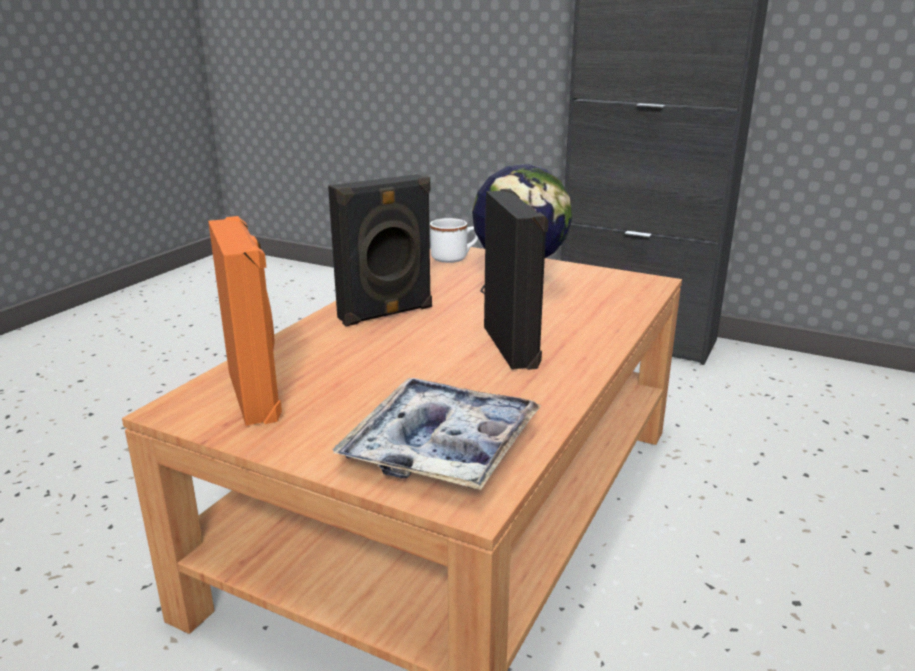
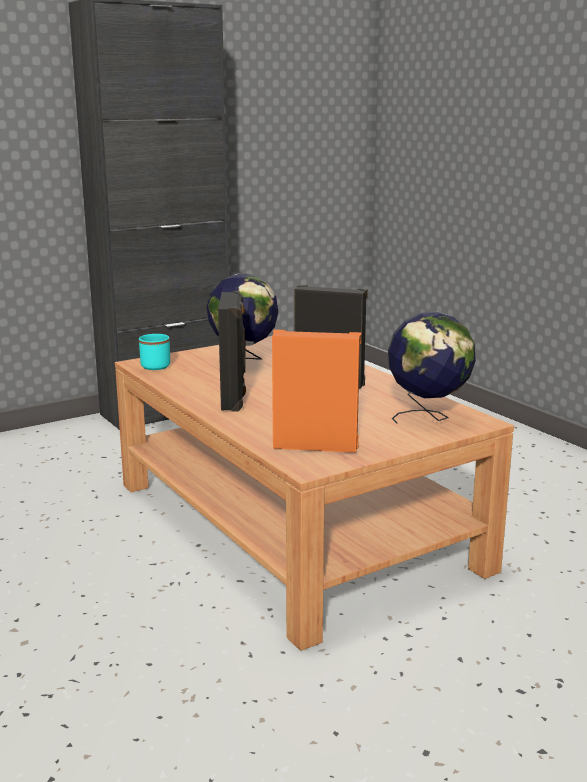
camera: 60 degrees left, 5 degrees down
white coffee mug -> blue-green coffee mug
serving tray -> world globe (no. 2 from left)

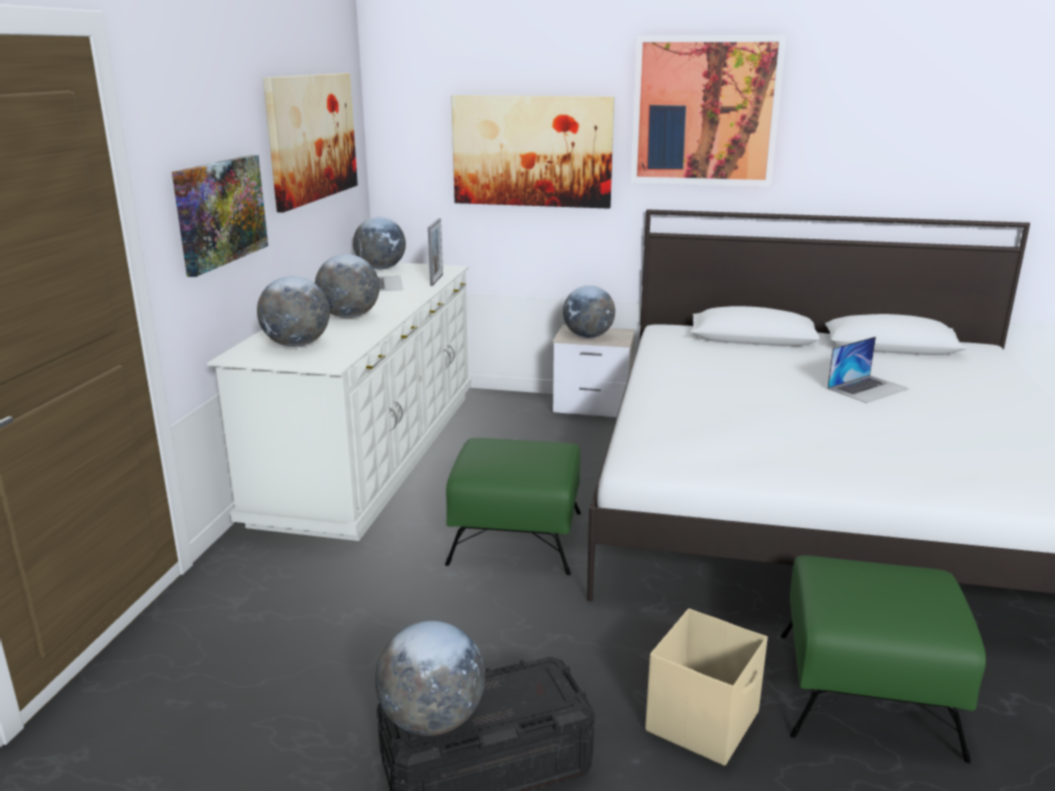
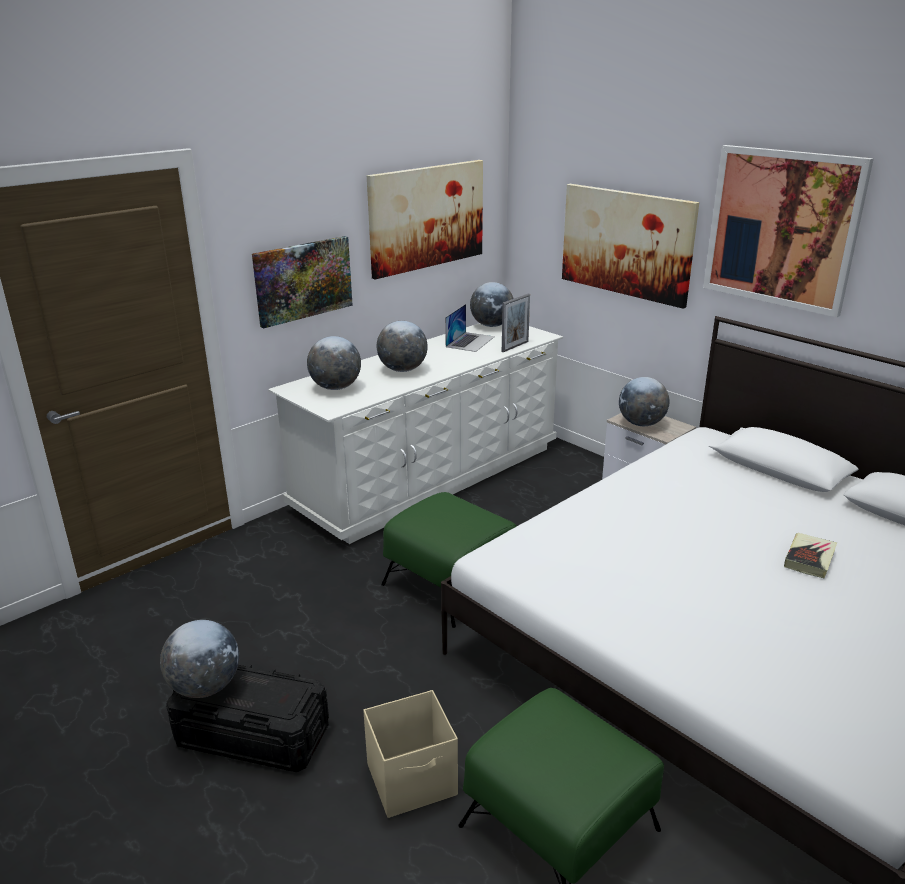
camera: 35 degrees right, 5 degrees up
notebook computer (no. 2 from left) -> book

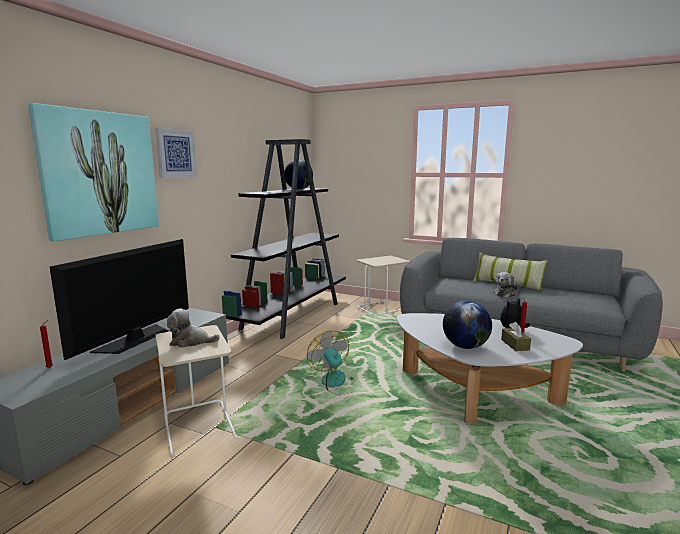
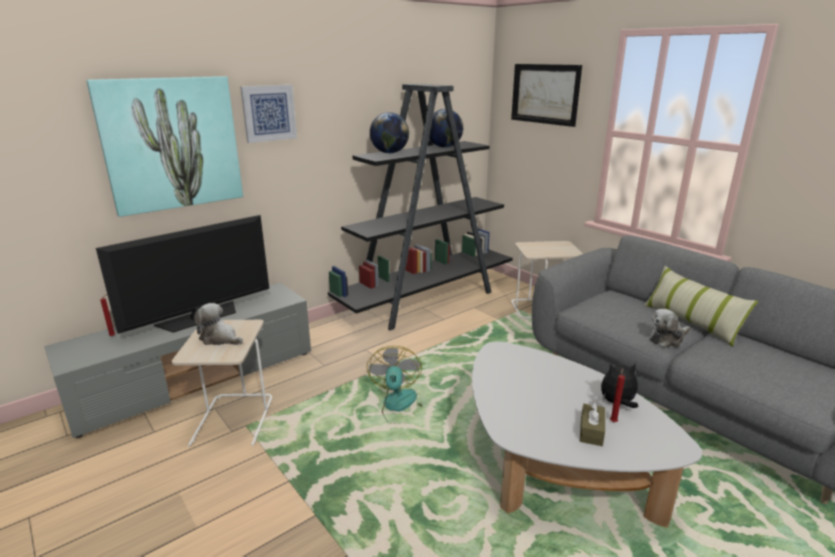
camera: 25 degrees right, 10 degrees up
world globe (no. 2 from left in the first image) -> world globe (no. 1 from left), relocated
none -> picture (no. 3 from left)

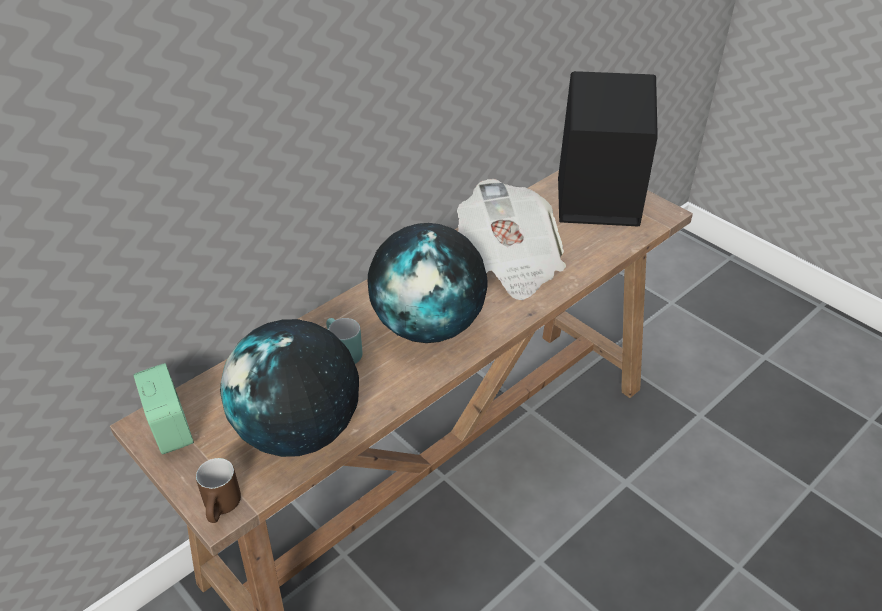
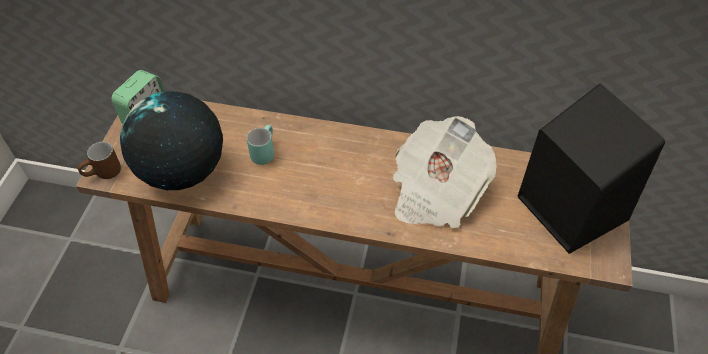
camera: 55 degrees right, 10 degrees up
world globe (no. 2 from left) -> none

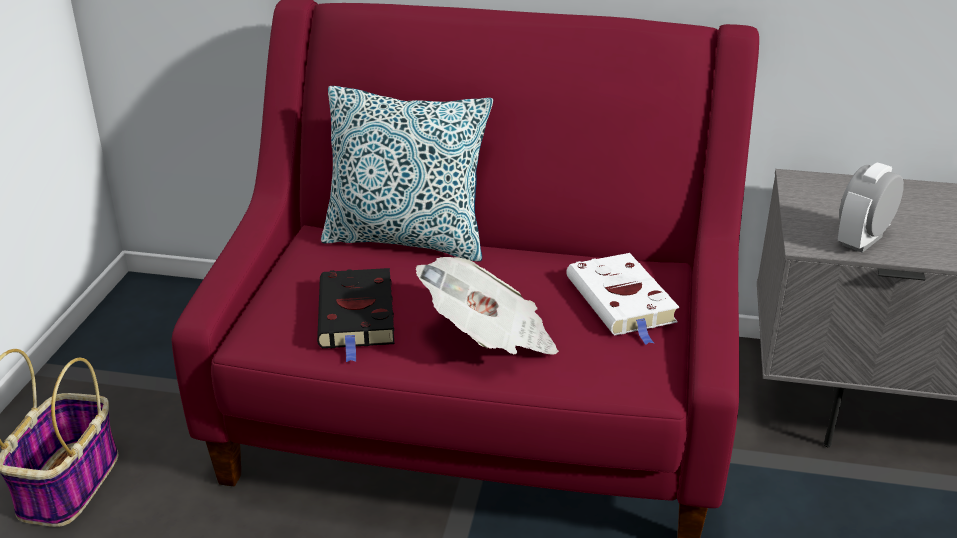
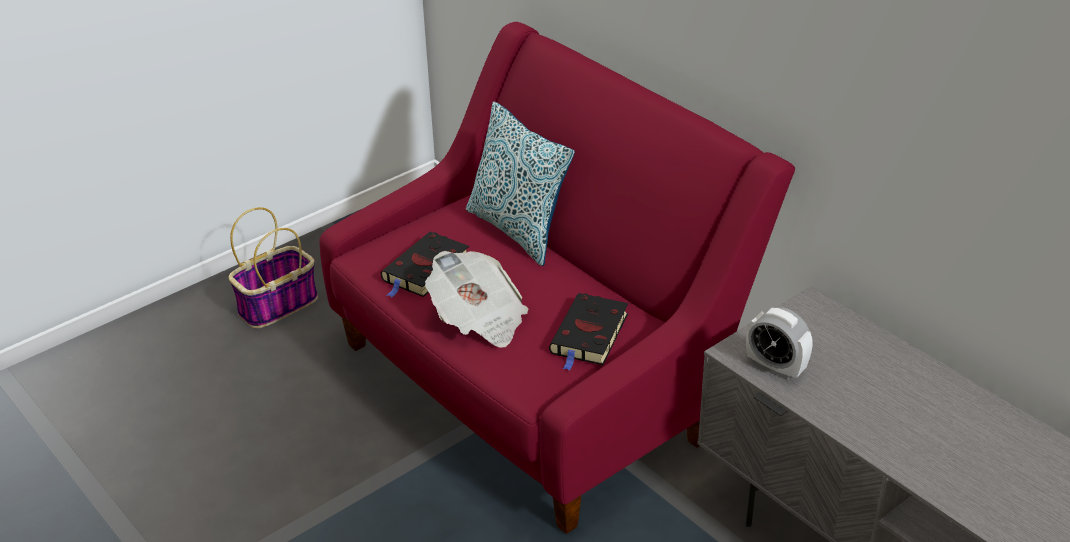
camera: 40 degrees right, 5 degrees up
table clock, 135 degrees counterclockwise
white book -> blackish book (no. 2 from left)

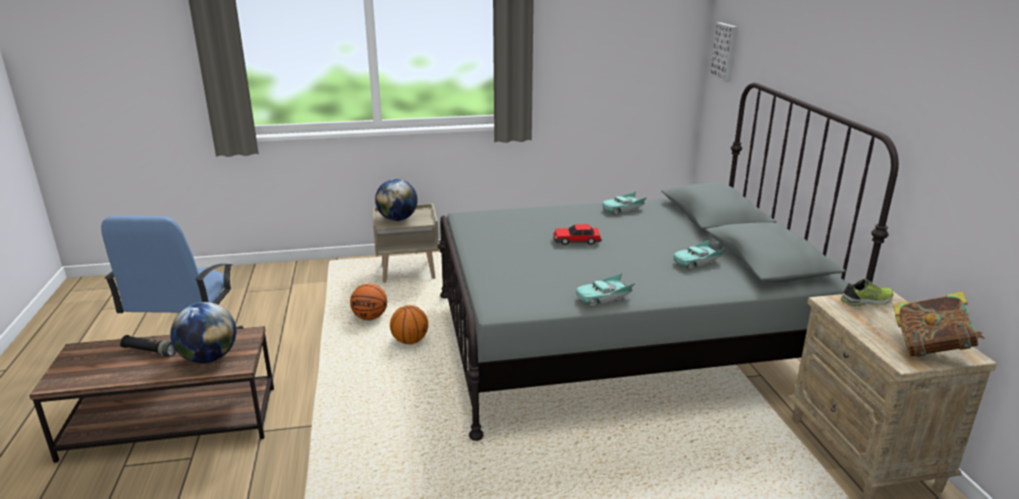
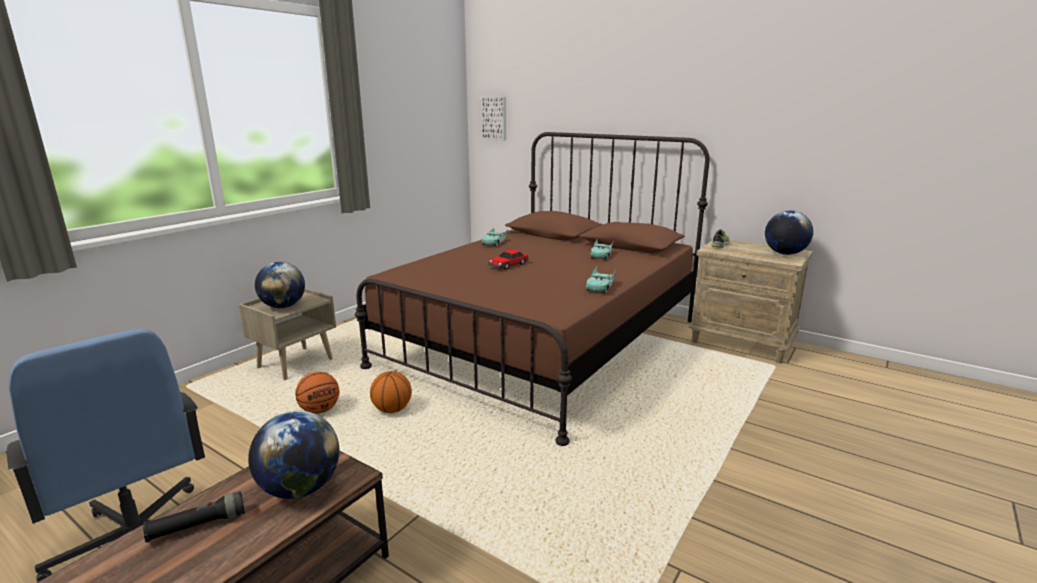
camera: 45 degrees left, 5 degrees down
gray bed -> brownish bed
book -> world globe (no. 3 from left)

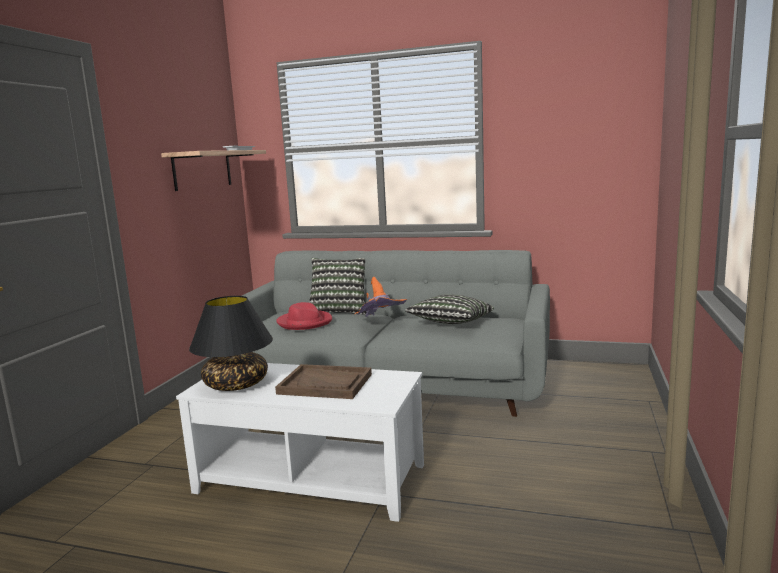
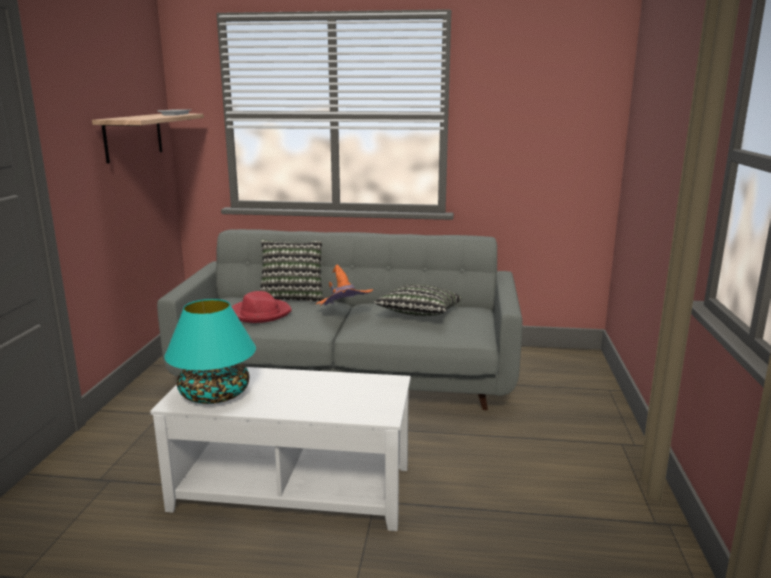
camera: 10 degrees left, 5 degrees up
blackish lamp for a table -> blue-green lamp for a table
brownish serving tray -> none

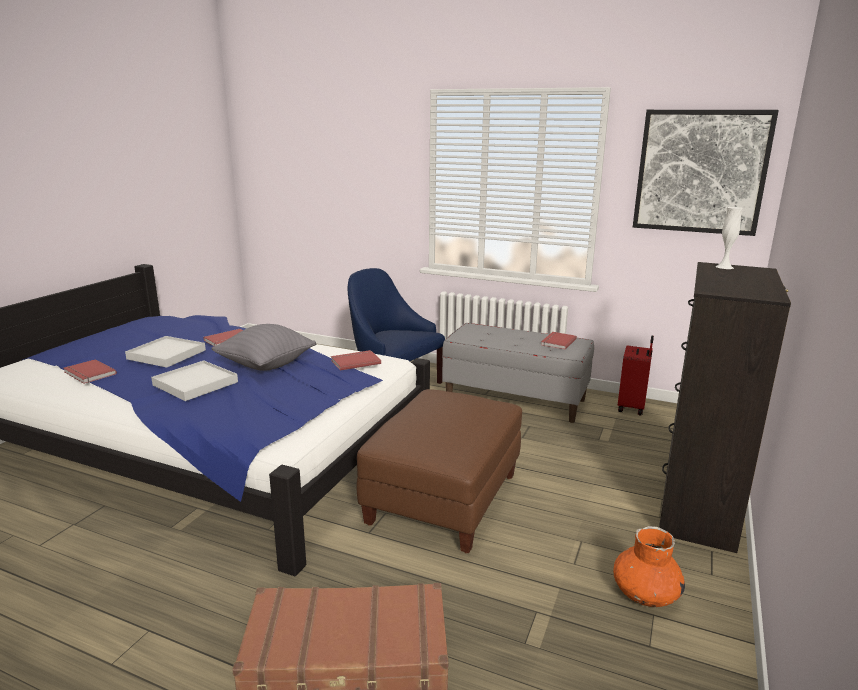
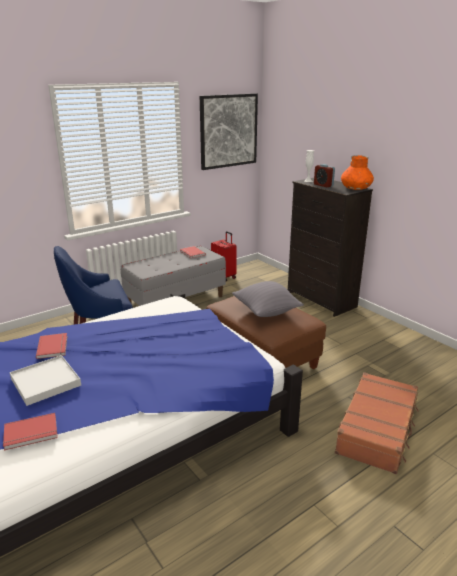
camera: 60 degrees left, 5 degrees up
gray throw pillow, relocated
reddish book (no. 3 from left) -> none
white serving tray (no. 2 from left) -> none
orange decorative vase, relocated
none -> table clock

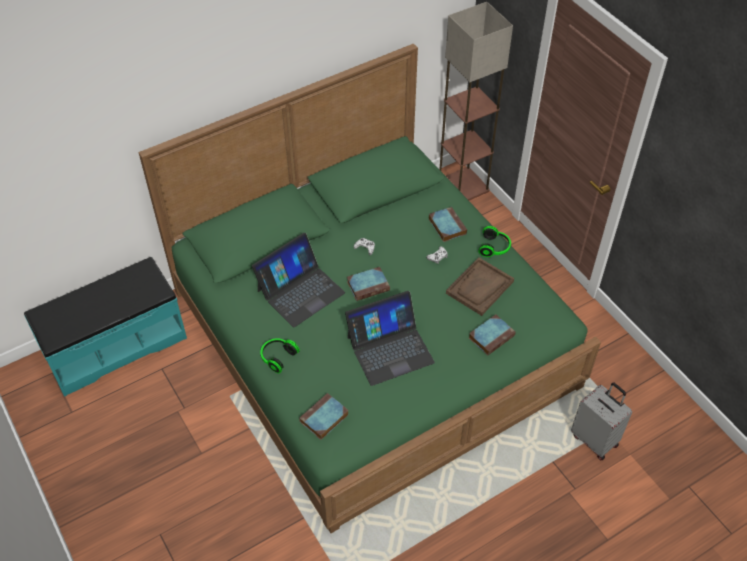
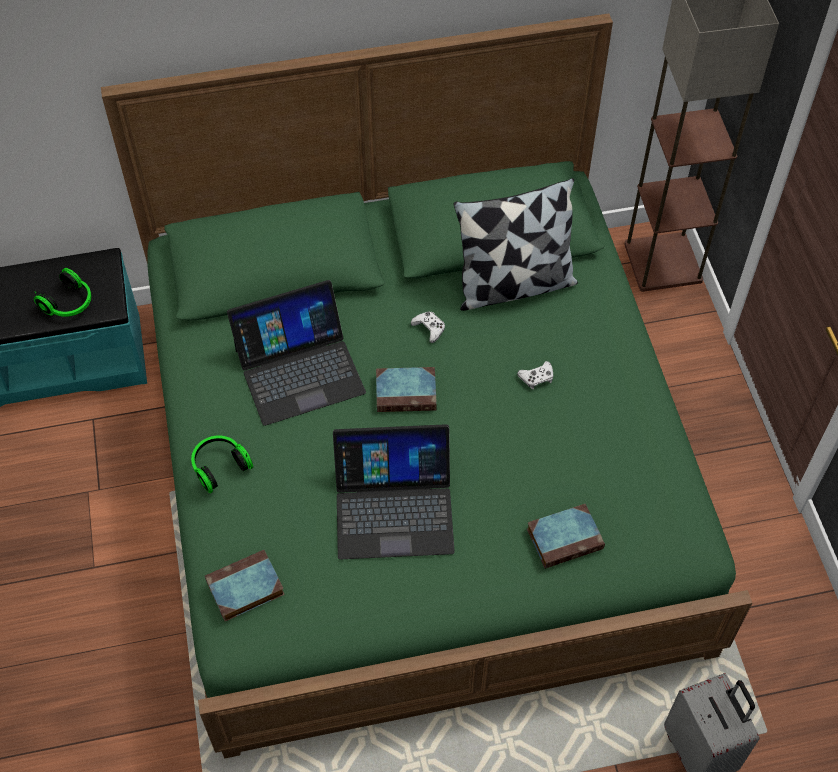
camera: 20 degrees right, 5 degrees up
book (no. 3 from left) -> none
headset (no. 2 from left in the first image) -> headset (no. 1 from left), relocated
brownish serving tray -> none
none -> throw pillow

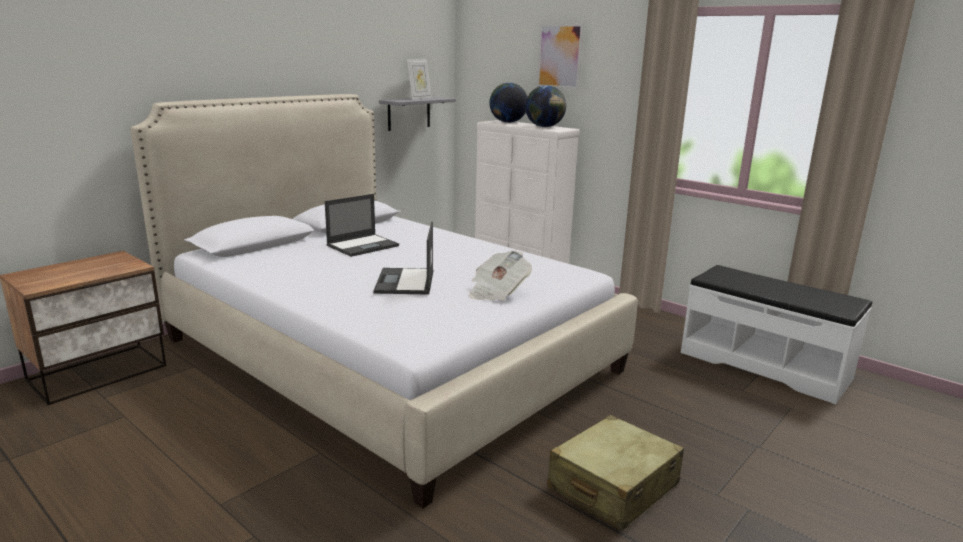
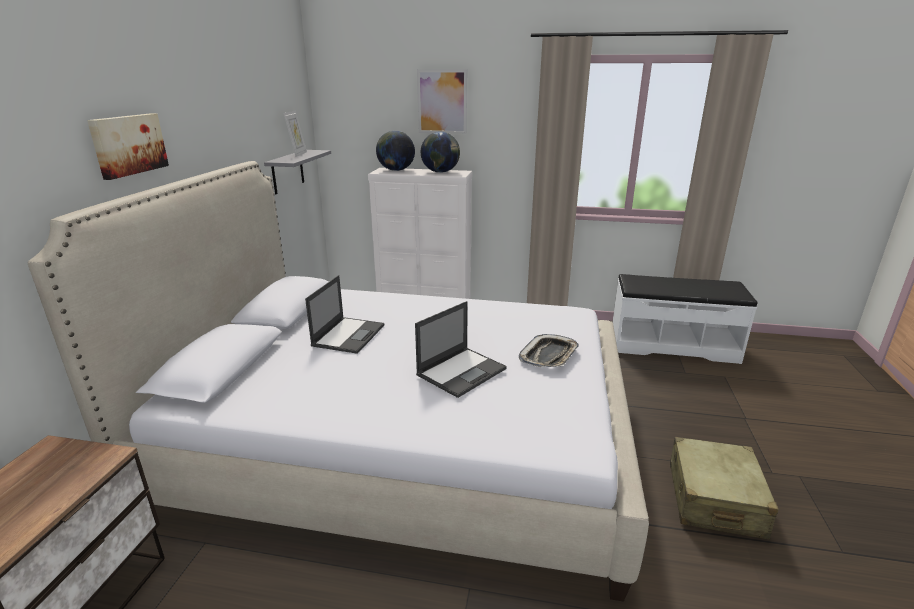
camera: 30 degrees left, 5 degrees up
notebook computer (no. 2 from left), 105 degrees counterclockwise
daily paper -> serving tray
none -> picture (no. 1 from left)

